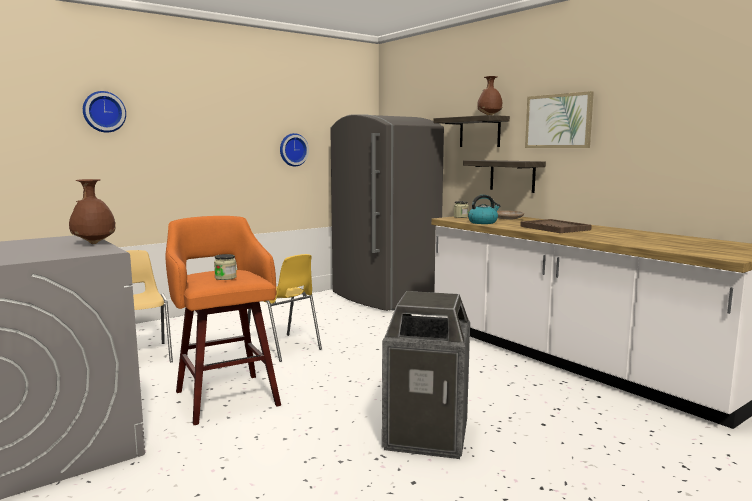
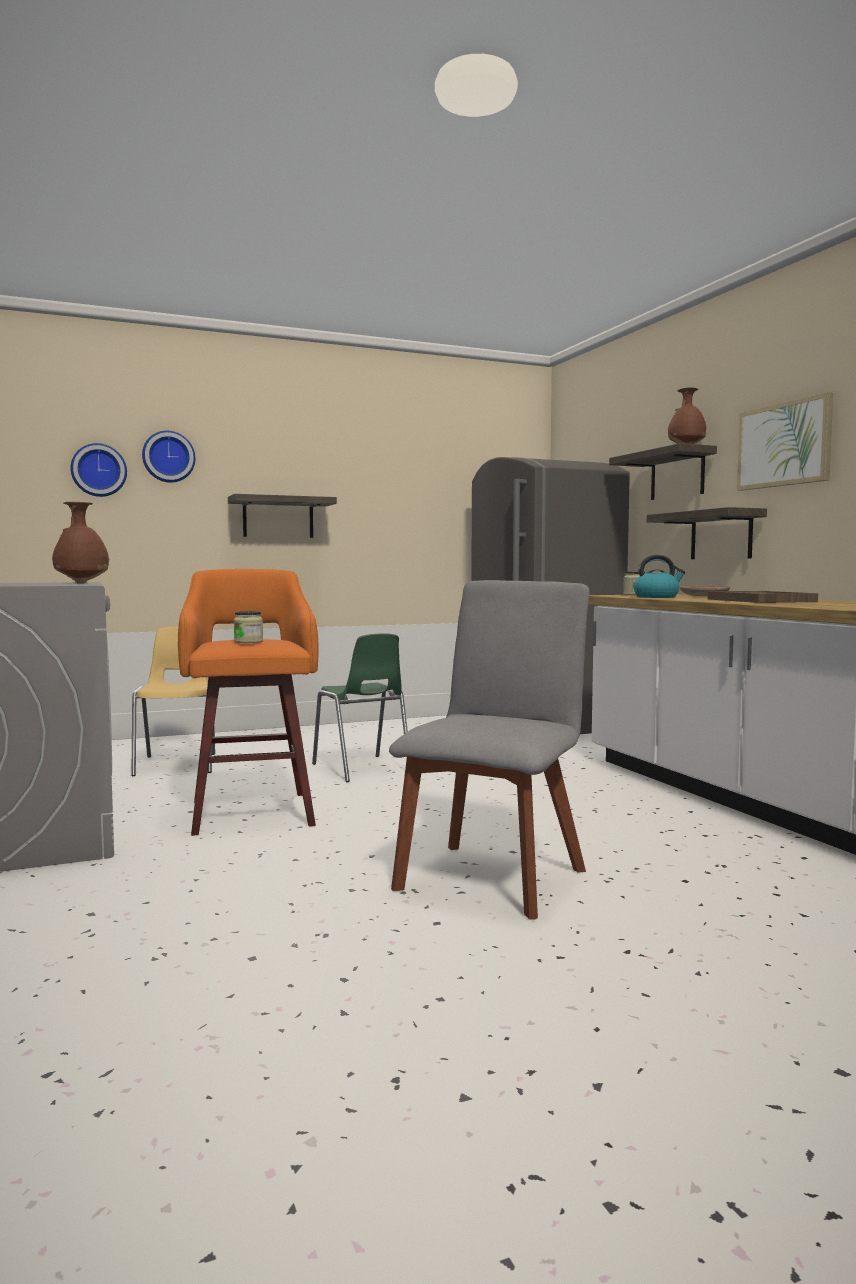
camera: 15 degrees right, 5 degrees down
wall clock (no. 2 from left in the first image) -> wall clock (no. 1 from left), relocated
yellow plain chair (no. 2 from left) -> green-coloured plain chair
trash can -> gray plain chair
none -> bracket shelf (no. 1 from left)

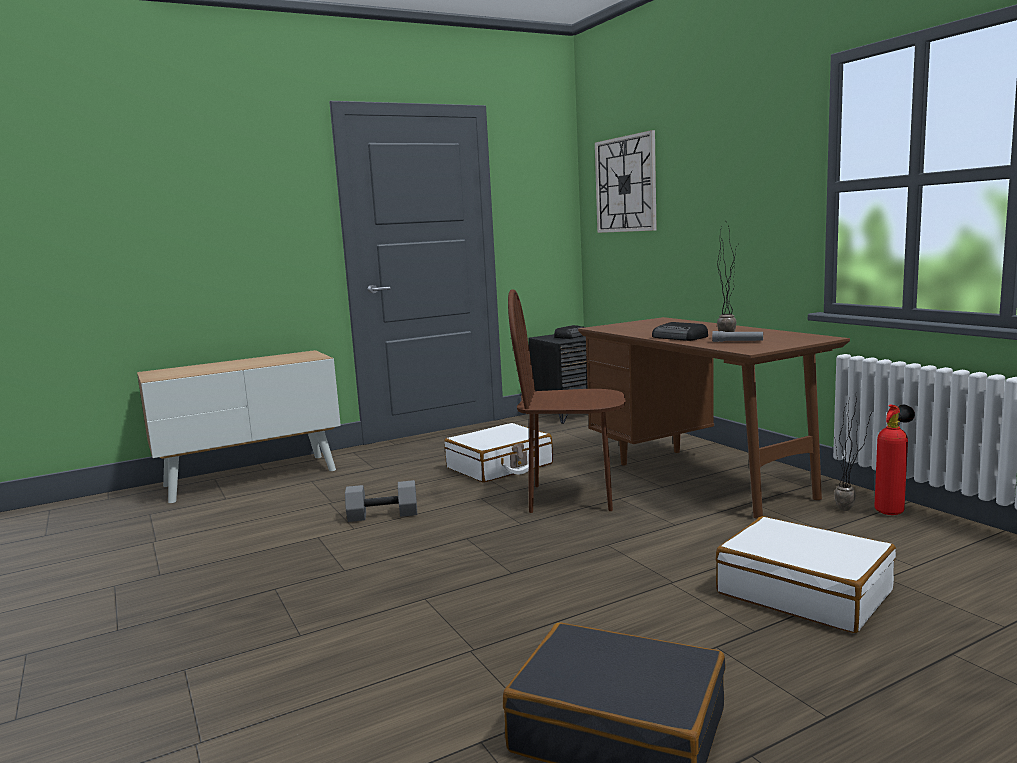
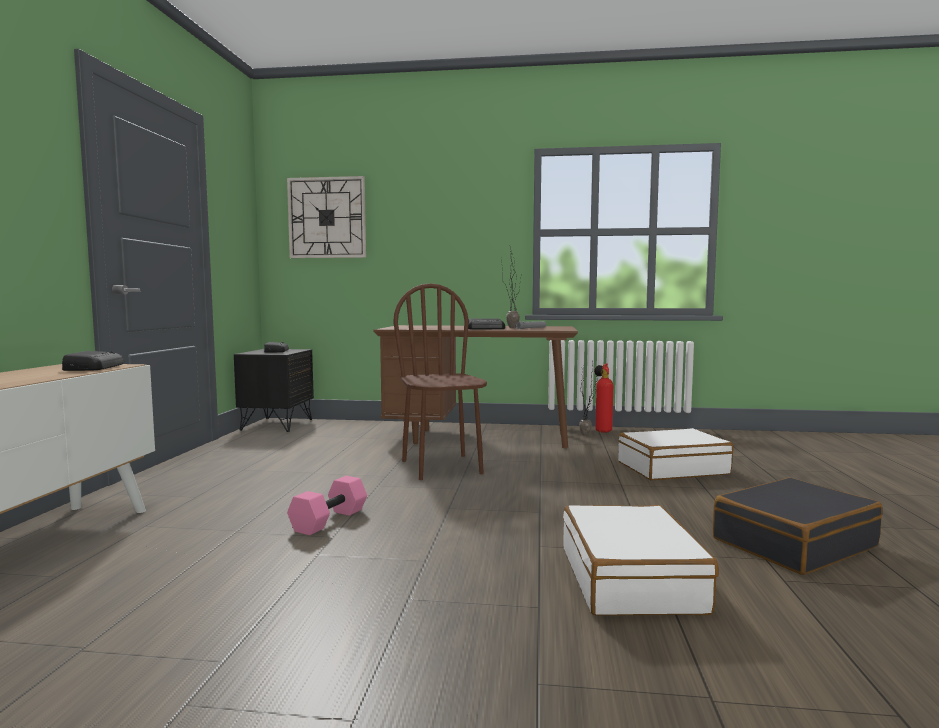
camera: 55 degrees left, 5 degrees down
brownish plain chair, 120 degrees clockwise
white suitcase (no. 1 from left), relocated
gray dumbbell -> pinkish dumbbell
none -> radio (no. 1 from left)

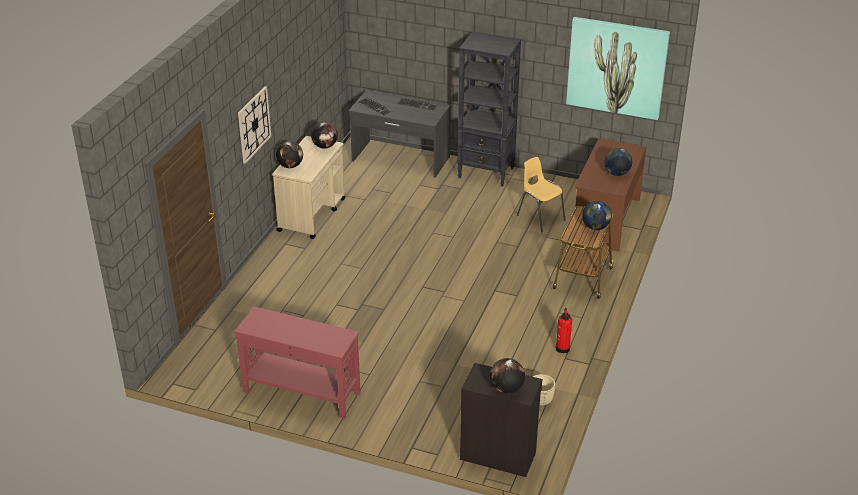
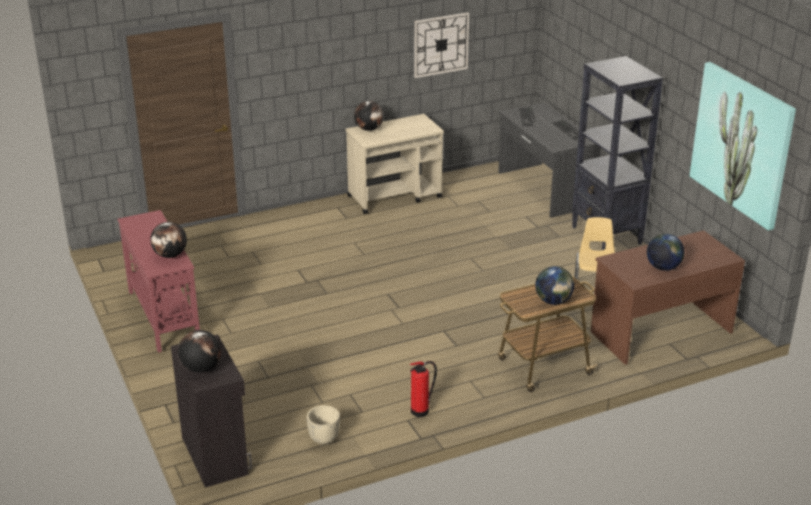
camera: 45 degrees right, 5 degrees down
wall clock, relocated
world globe (no. 2 from left in the first image) -> world globe (no. 1 from left), relocated

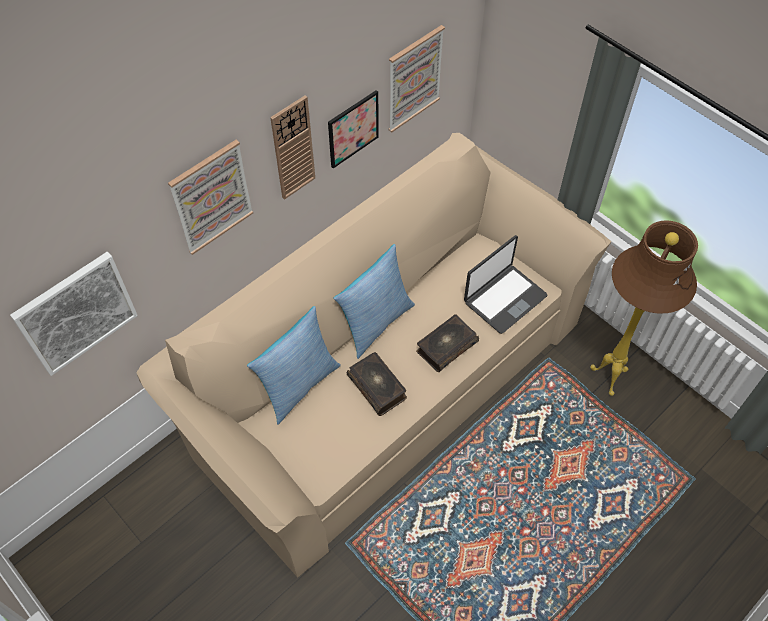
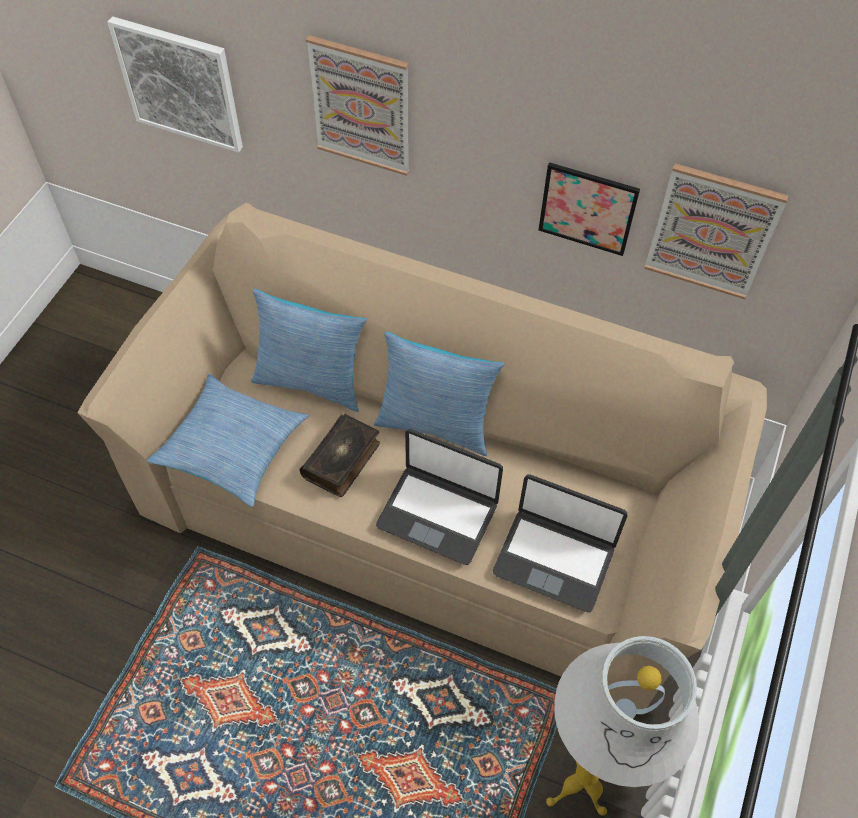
camera: 65 degrees right, 0 degrees up
wall clock -> none
brownish standing lamp -> white standing lamp
book (no. 2 from left) -> notebook computer (no. 1 from left)
none -> throw pillow (no. 1 from left)

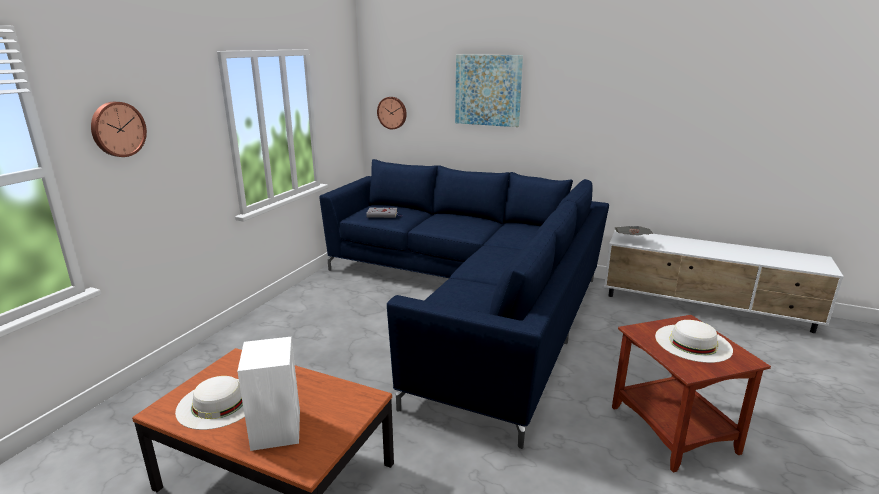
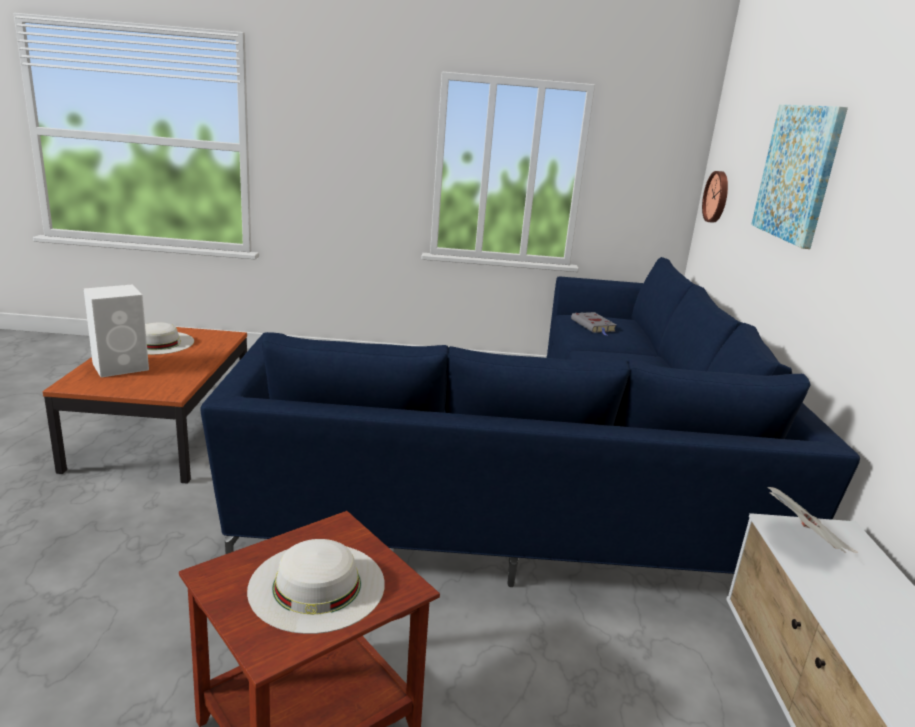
camera: 65 degrees right, 0 degrees up
wall clock (no. 1 from left) -> none

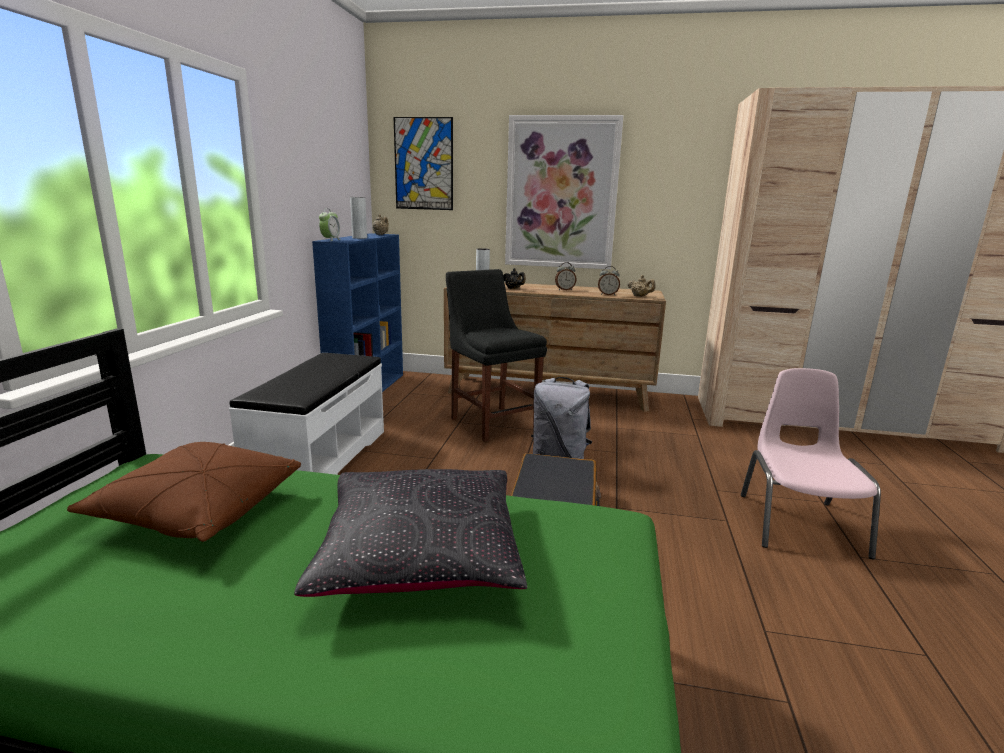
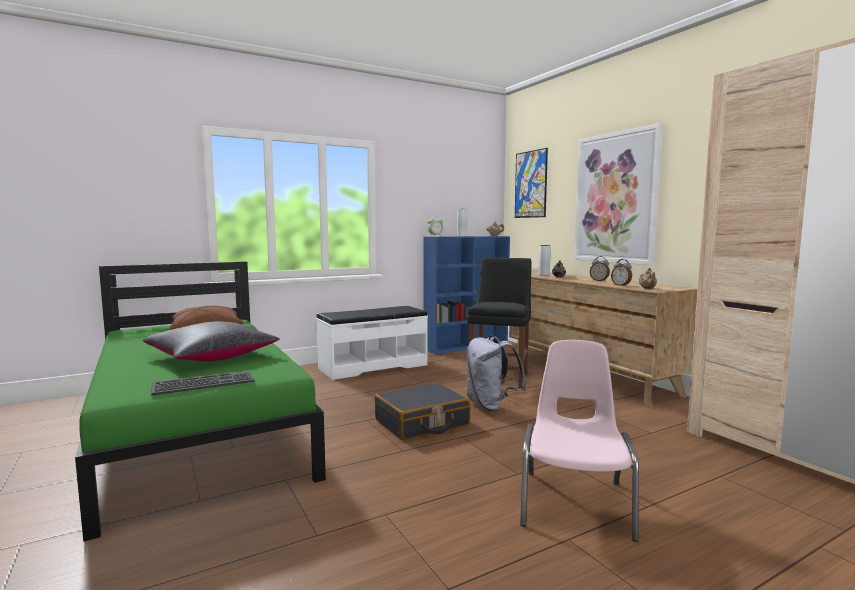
camera: 50 degrees right, 10 degrees down
pinkish plain chair, 45 degrees counterclockwise
none -> keyboard

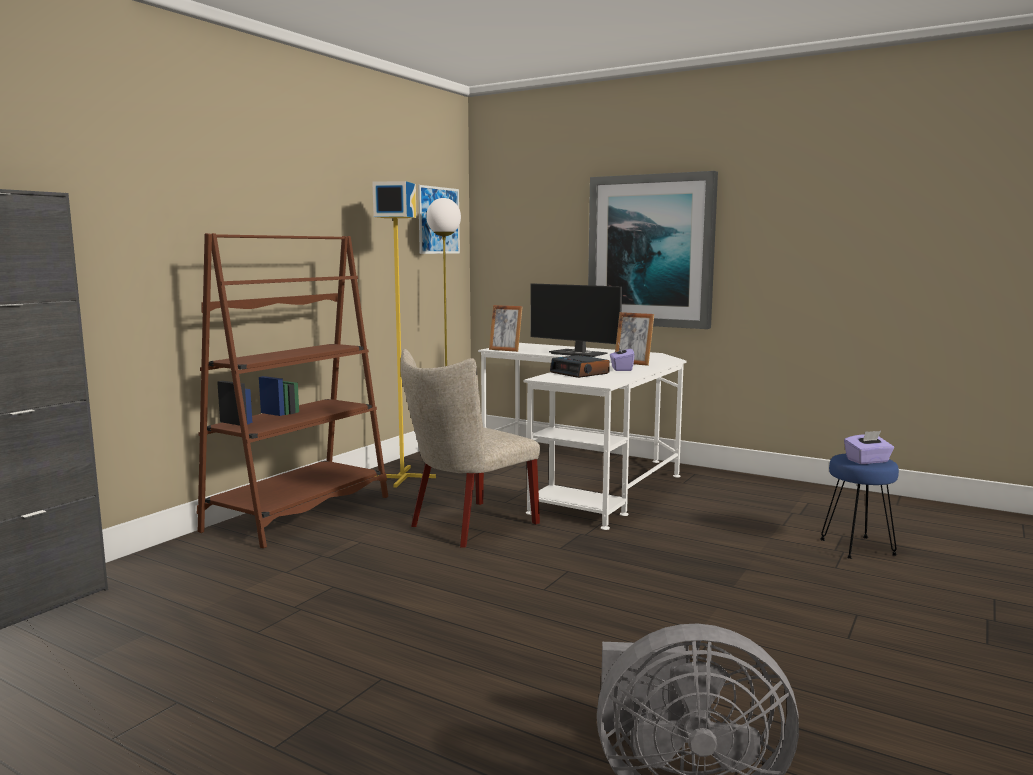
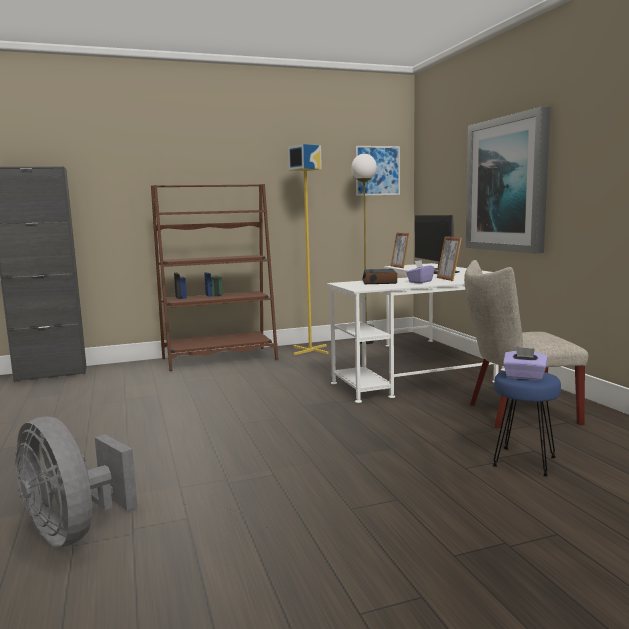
camera: 40 degrees right, 0 degrees up
beige plain chair, relocated

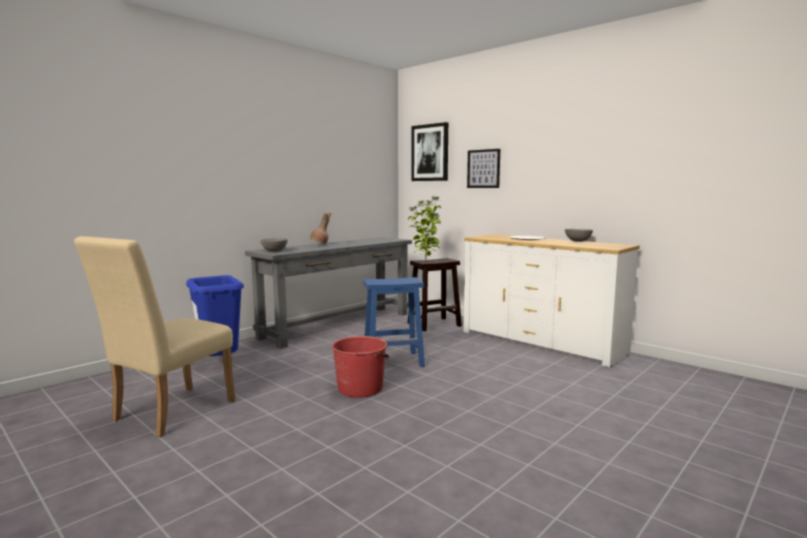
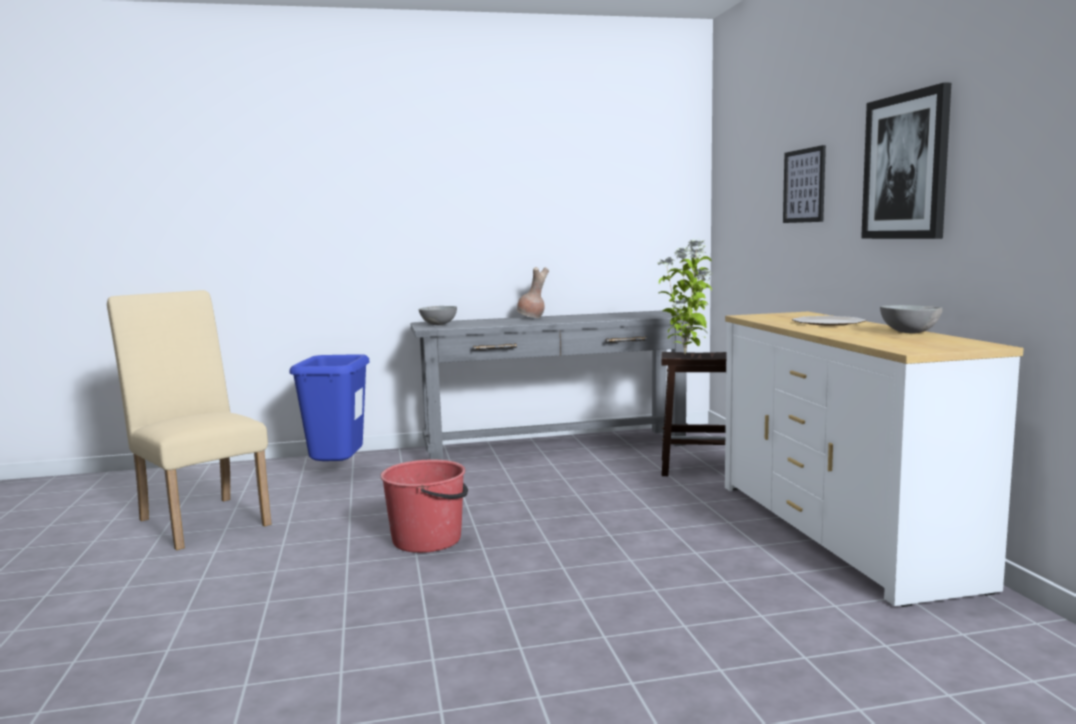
camera: 35 degrees right, 0 degrees up
picture (no. 1 from left in the first image) -> picture (no. 2 from left), relocated
beige plain chair, 75 degrees clockwise
bluish stool seat -> none

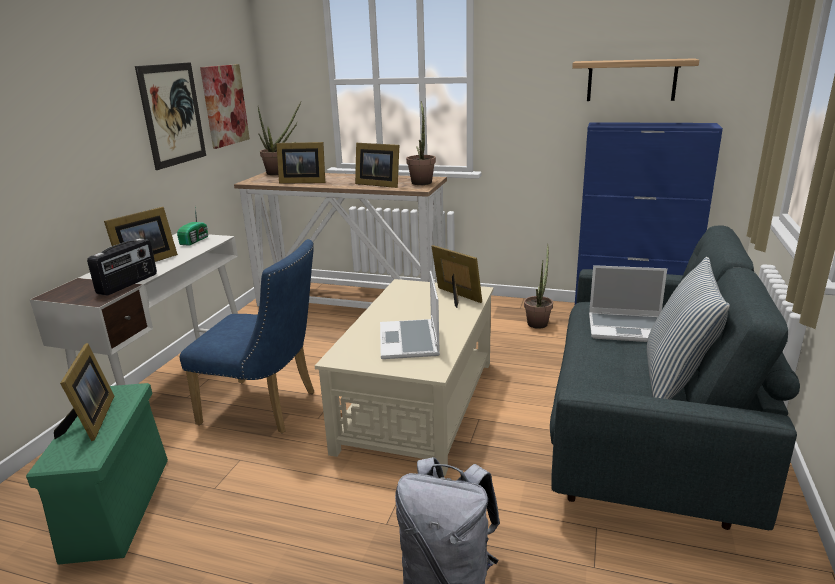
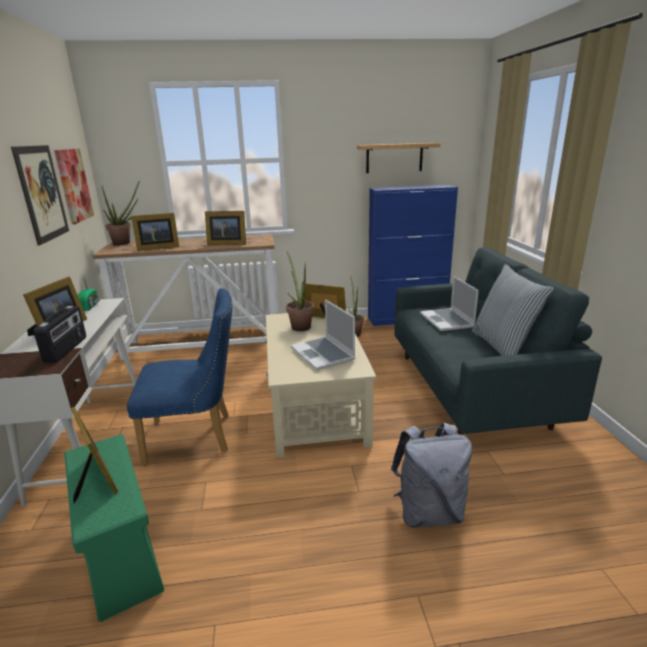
camera: 25 degrees left, 0 degrees up
houseplant (no. 2 from left), relocated
notebook computer (no. 2 from left), 90 degrees clockwise

